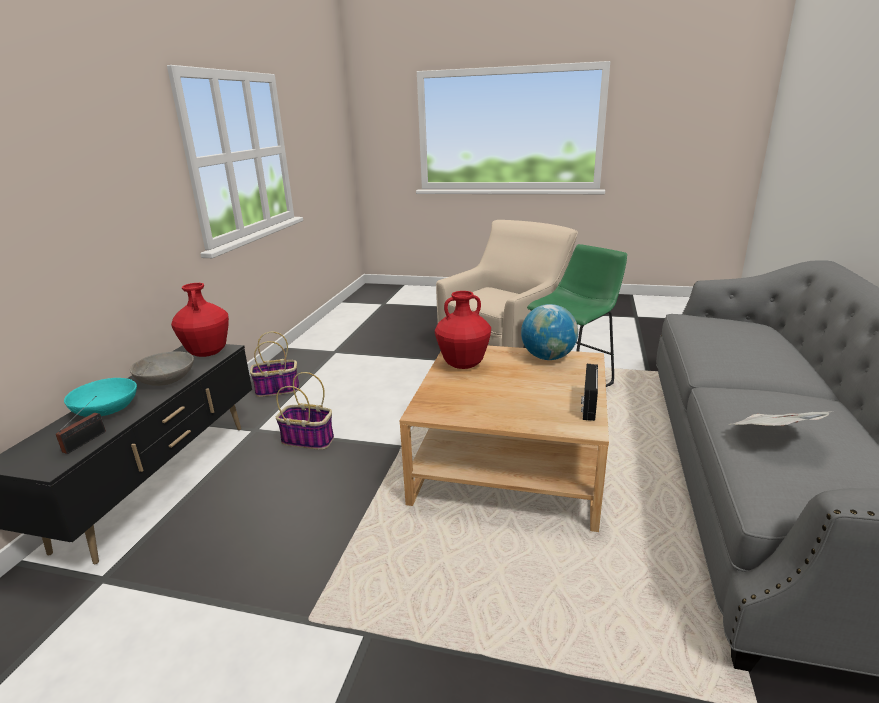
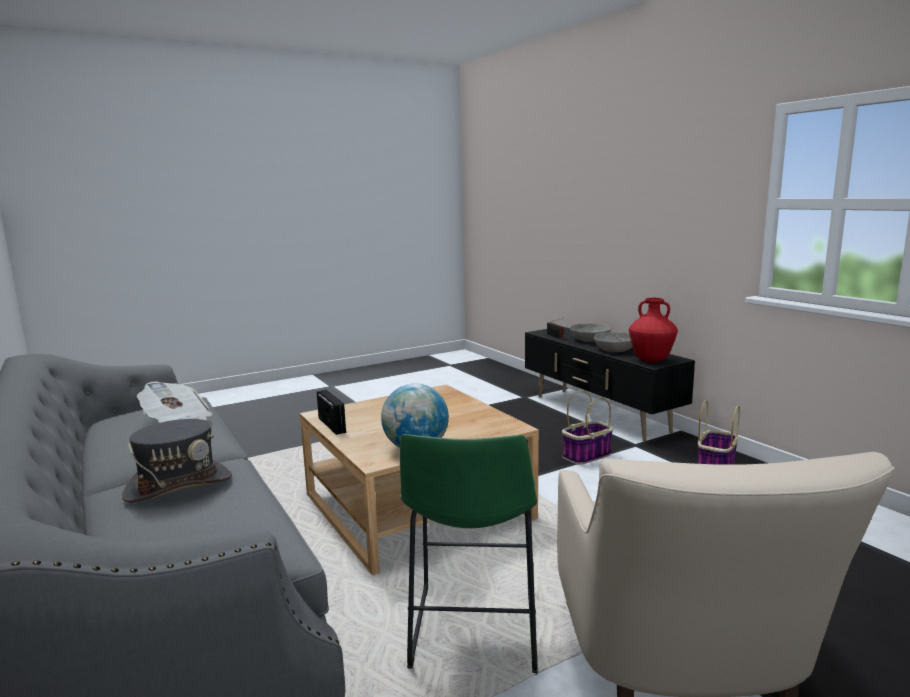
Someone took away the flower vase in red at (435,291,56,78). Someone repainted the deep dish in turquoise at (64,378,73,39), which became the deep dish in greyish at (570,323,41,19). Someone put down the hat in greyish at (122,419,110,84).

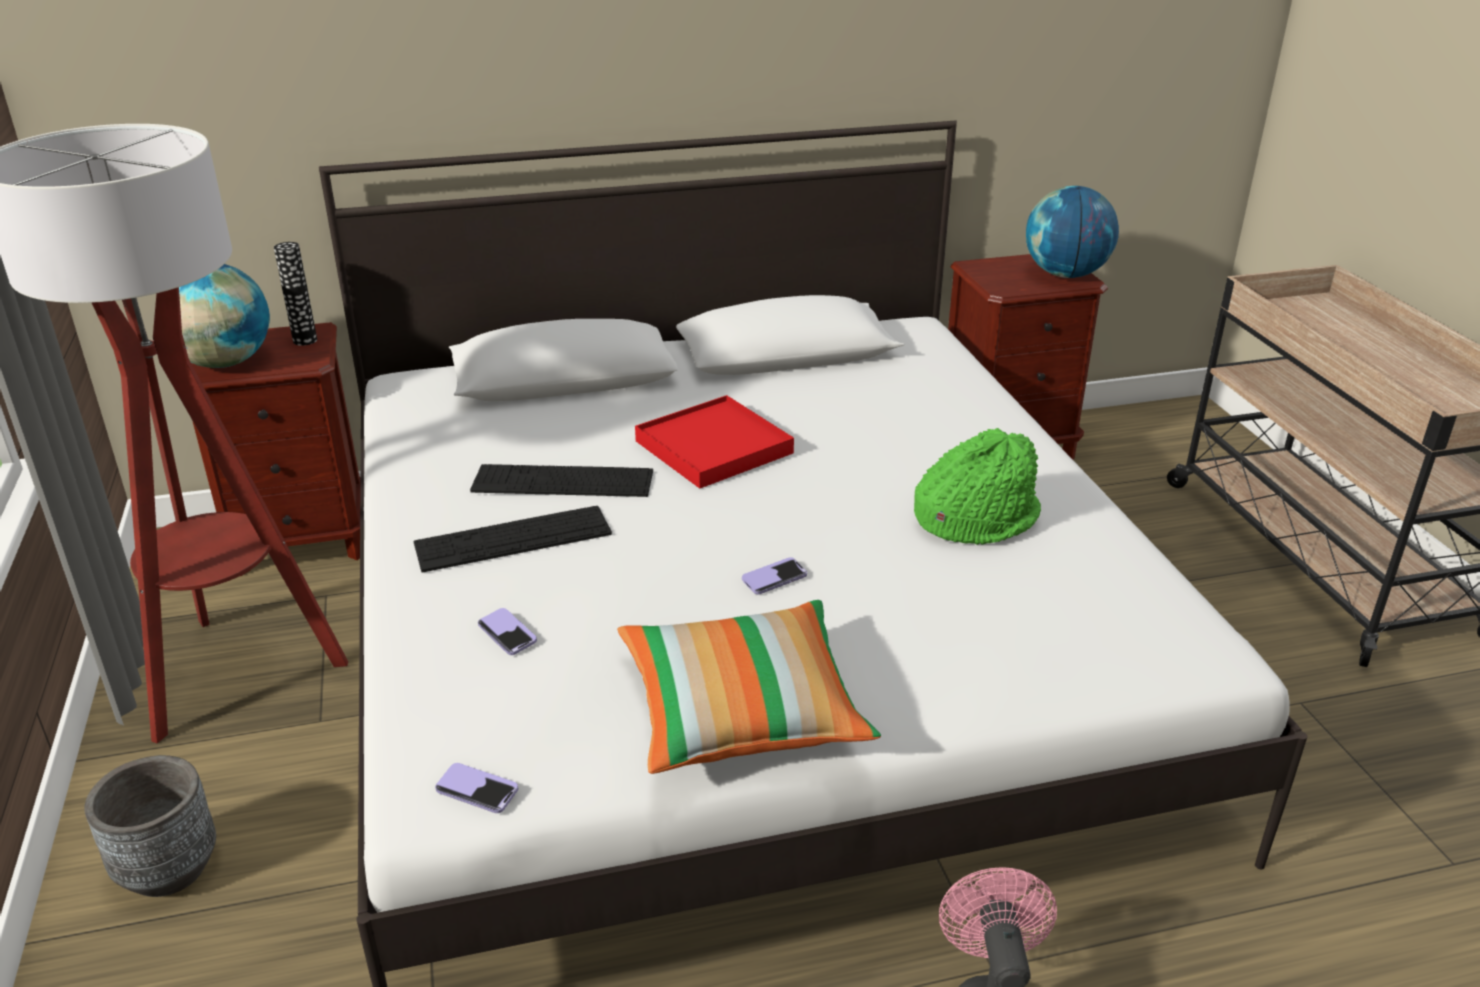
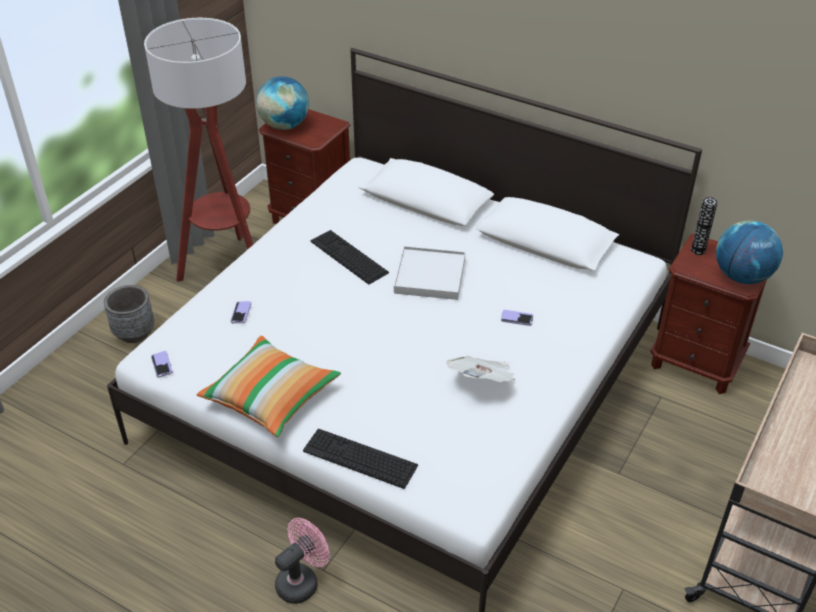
Someone carried the flower vase from (274,242,43,104) to (691,197,27,58). Someone repainted the carrying tray in red at (635,395,159,94), which became the carrying tray in whitish at (394,246,71,54). Someone swapped the hat in green-coloured at (914,428,127,117) for the printed paper at (447,356,68,26). Someone carried the keyboard from (413,506,199,67) to (303,429,115,60). Someone carried the handset from (742,557,65,37) to (501,310,33,16).

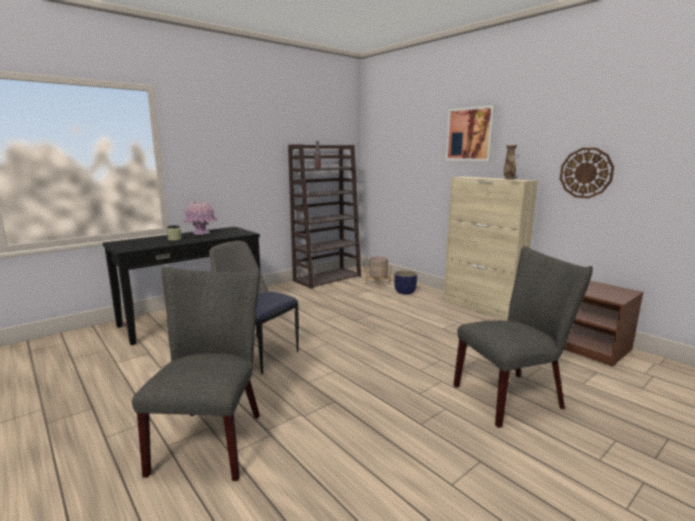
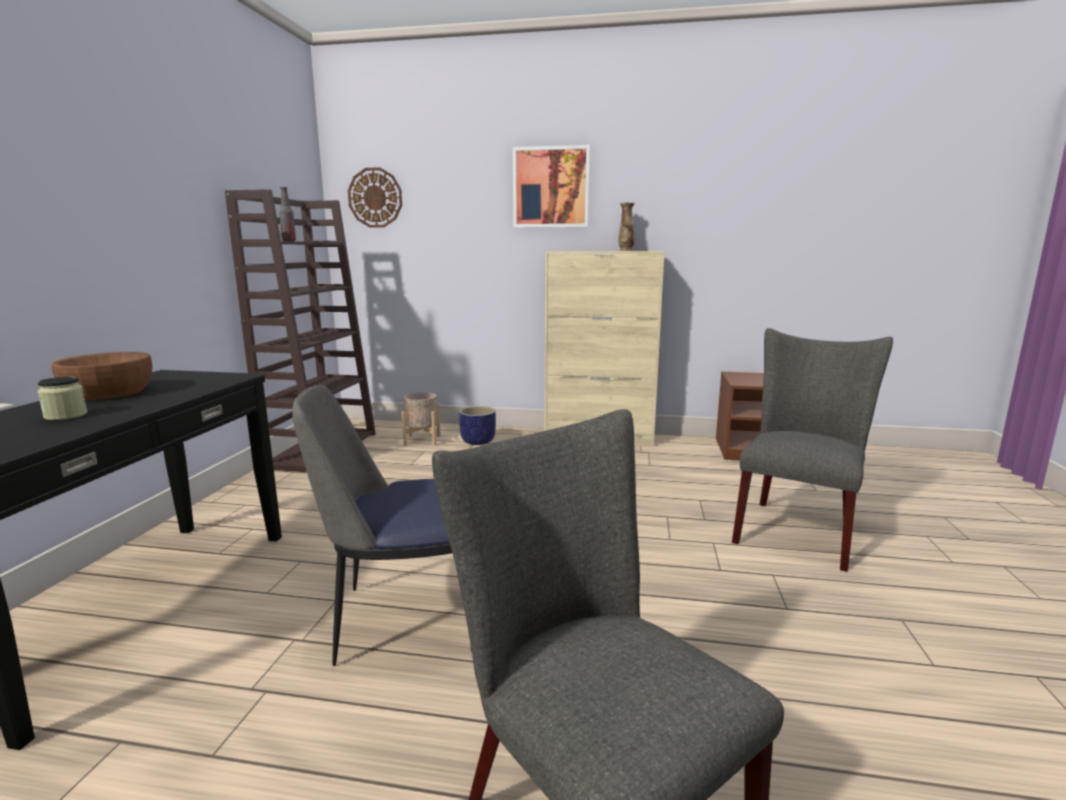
Someone carried the wall clock from (560,148,54,50) to (348,167,54,61). Someone swapped the flower vase in pink-coloured at (183,201,34,34) for the deep dish in brownish at (52,352,100,48).

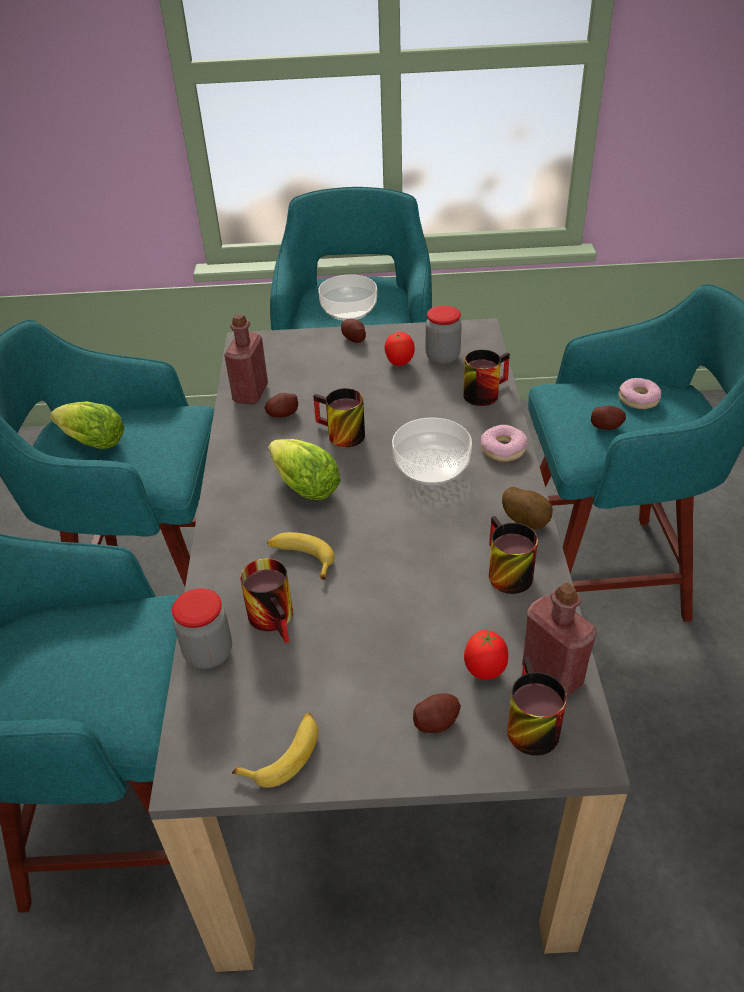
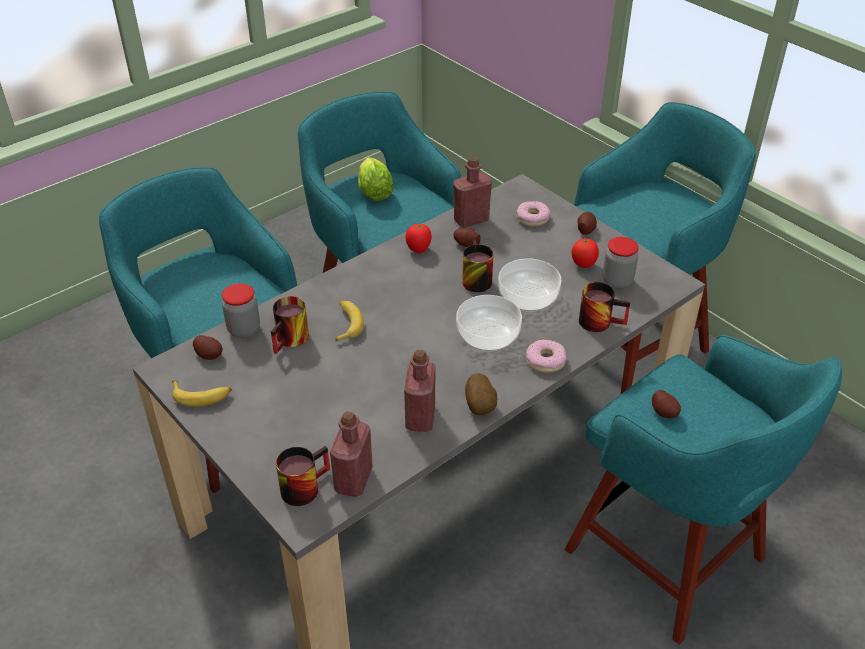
Someone carried the deep dish from (318,274,59,47) to (498,258,63,54). Someone carried the doughnut from (619,378,42,31) to (516,201,34,26). Someone took away the lettuce at (268,439,73,61). Someone swapped the tea mug at (489,516,49,78) for the drink bottle in red at (404,350,31,82). Someone carried the tomato from (464,629,44,51) to (406,223,26,30). Someone carried the potato from (413,693,48,40) to (193,335,30,25).

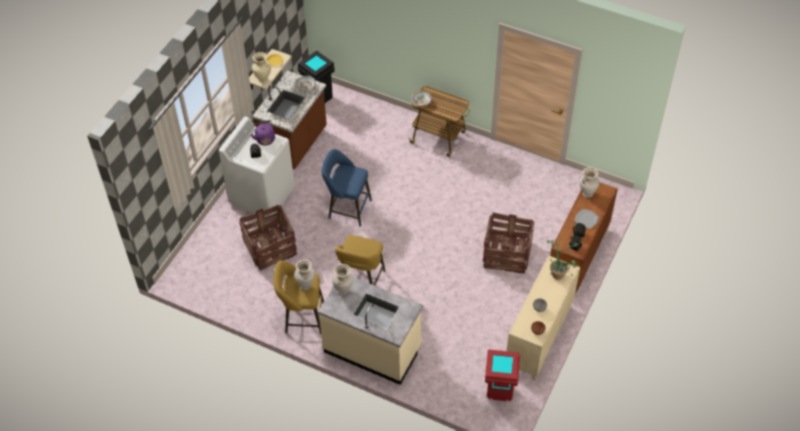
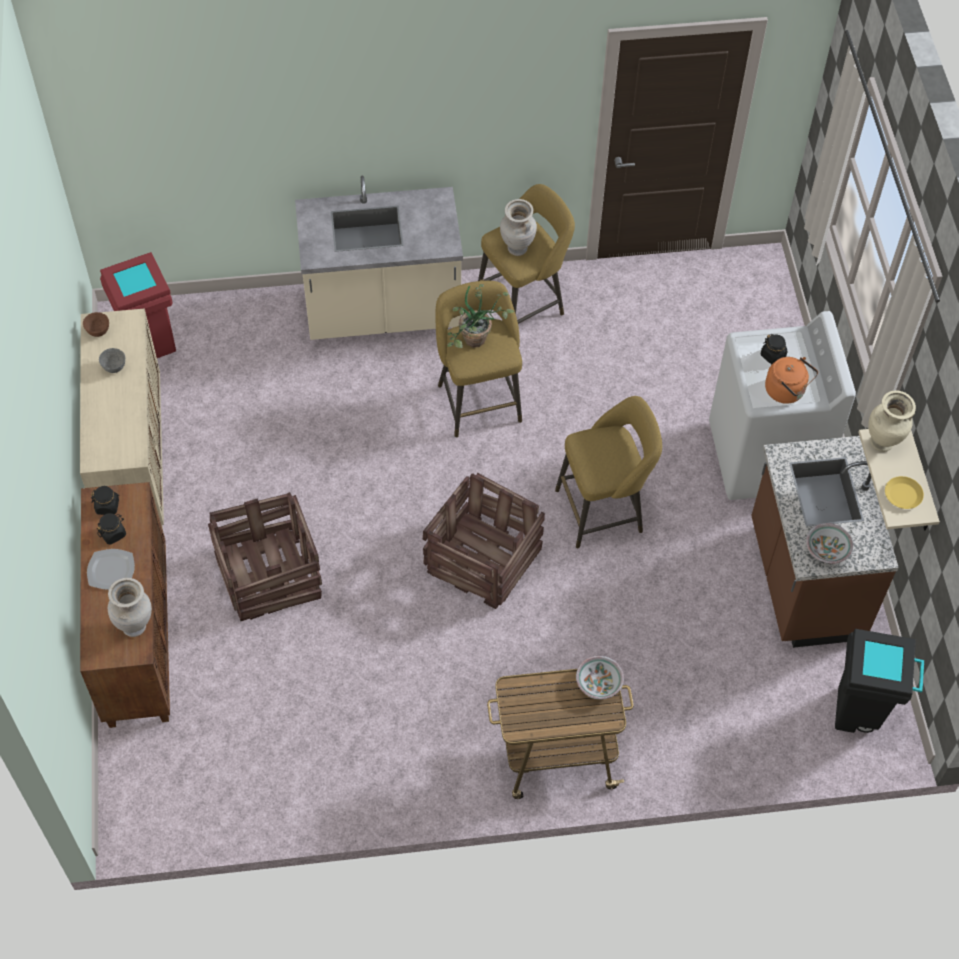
Someone repainted the water kettle in purplish at (251,120,24,26), which became the water kettle in orange at (765,357,53,47). Someone repainted the sitting stool in bluish at (321,149,51,78), which became the sitting stool in yellow at (555,396,107,153). Someone carried the crate from (239,205,58,65) to (423,473,122,136). Someone carried the potted plant from (547,238,31,42) to (447,284,67,64). Someone took away the flower vase in sand-coloured at (332,264,21,31).

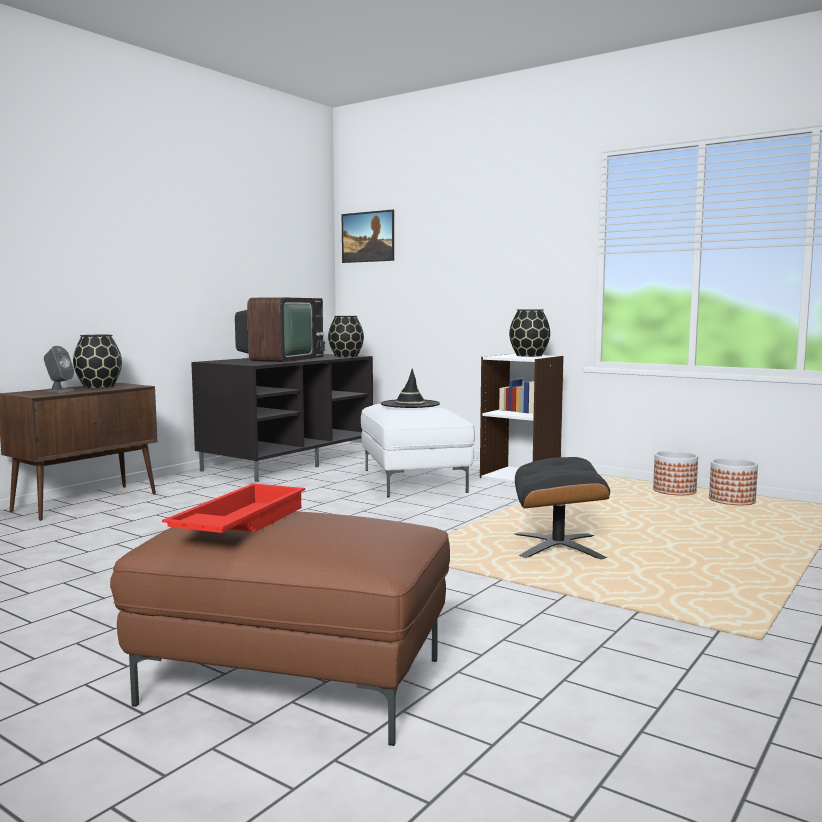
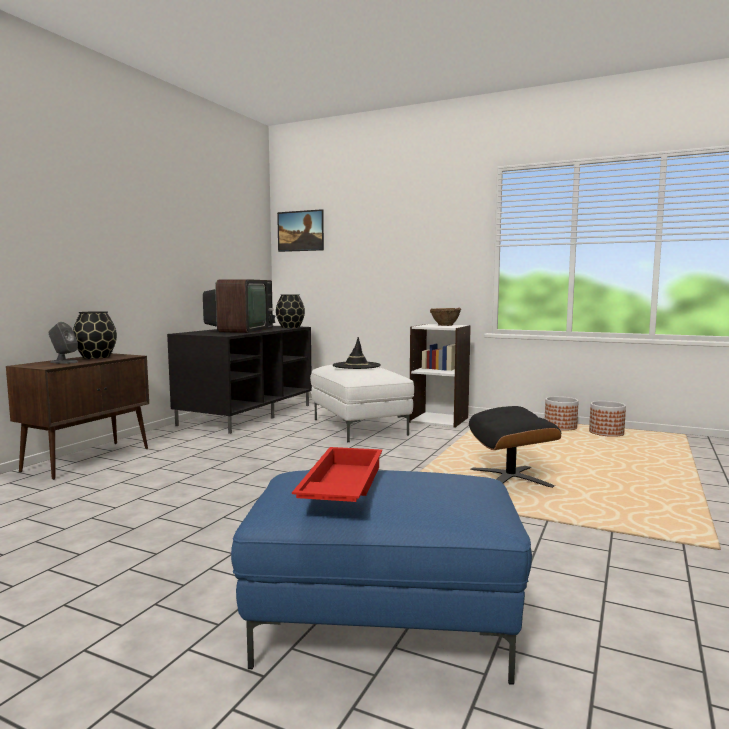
Someone swapped the flower vase in black-coloured at (509,309,41,48) for the deep dish in brownish at (430,307,31,19). Someone repainted the ottoman in brownish at (110,511,340,235), which became the ottoman in bluish at (231,470,301,215).

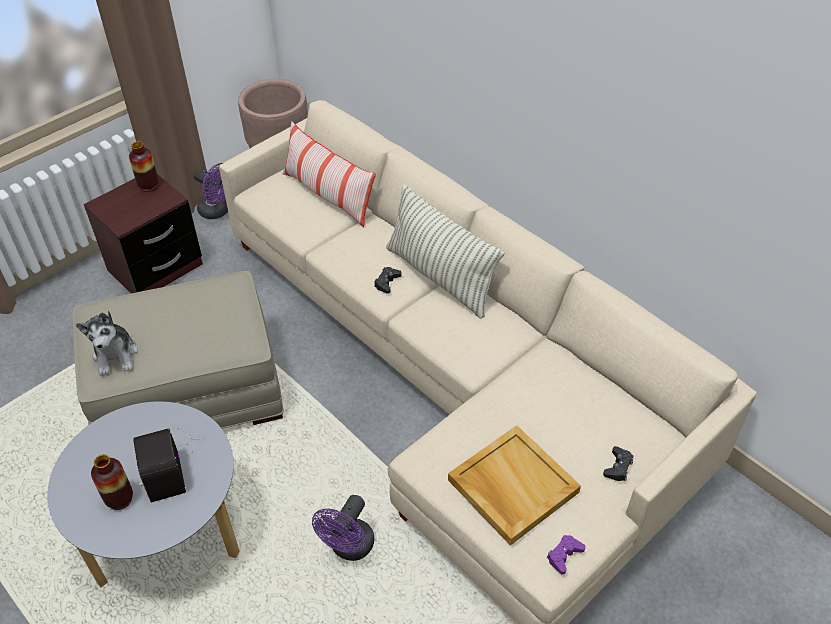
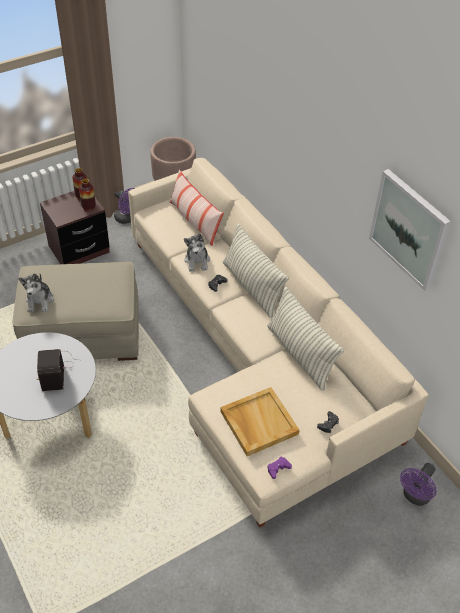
Someone carried the flower vase from (91,454,42,56) to (79,179,17,33). Someone carried the cooling fan in purplish from (312,495,62,66) to (400,463,37,43). Someone put up the wall picture at (369,169,82,122). Someone put down the cuddly toy at (184,234,26,37). Someone put down the throw pillow at (267,286,77,105).

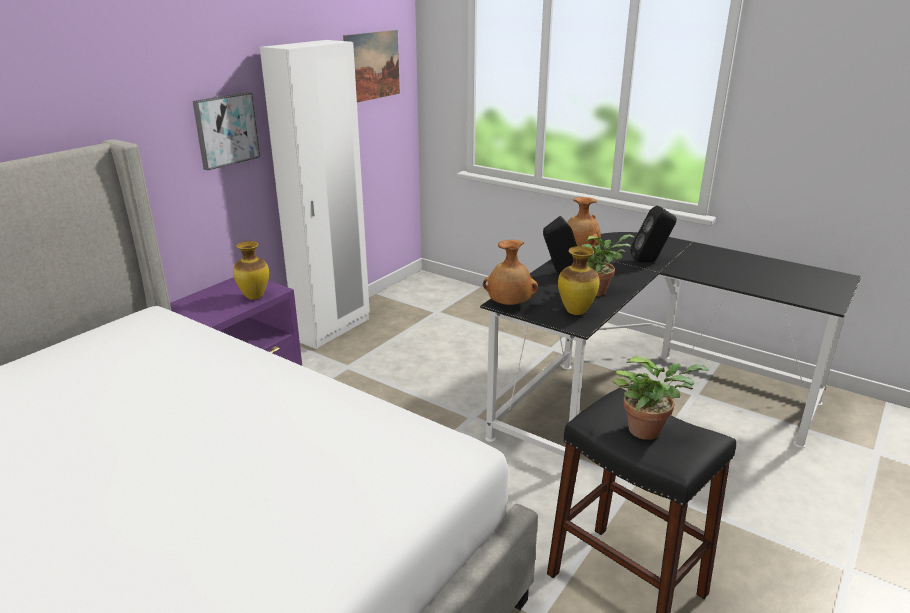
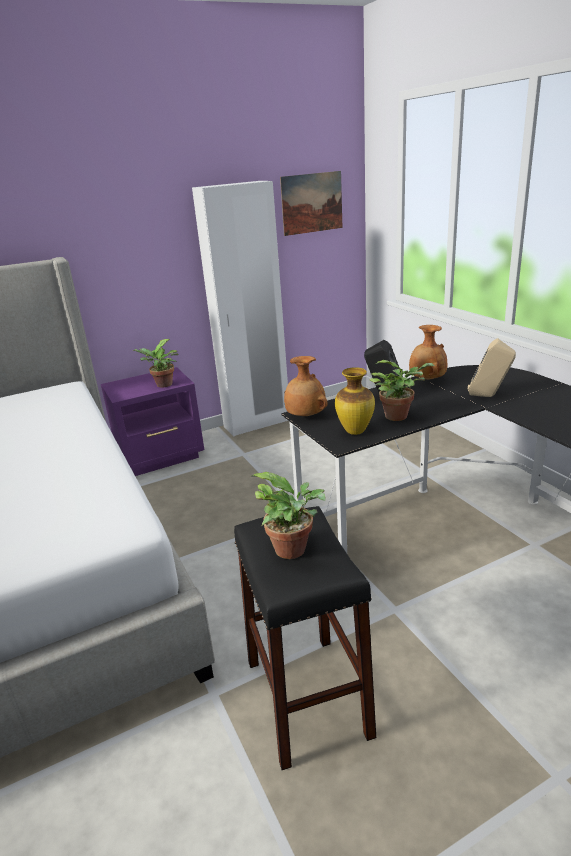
Someone took away the wall picture at (193,92,67,78). Someone repainted the audio speaker in black-coloured at (630,205,47,57), which became the audio speaker in sand-coloured at (468,338,48,59). Someone swapped the flower vase at (233,241,36,59) for the potted plant at (132,339,46,49).

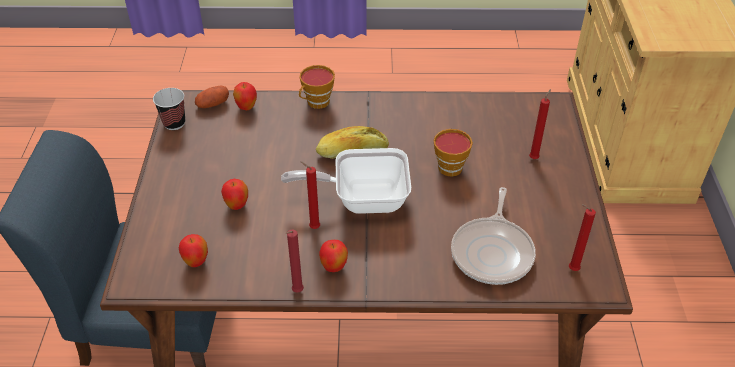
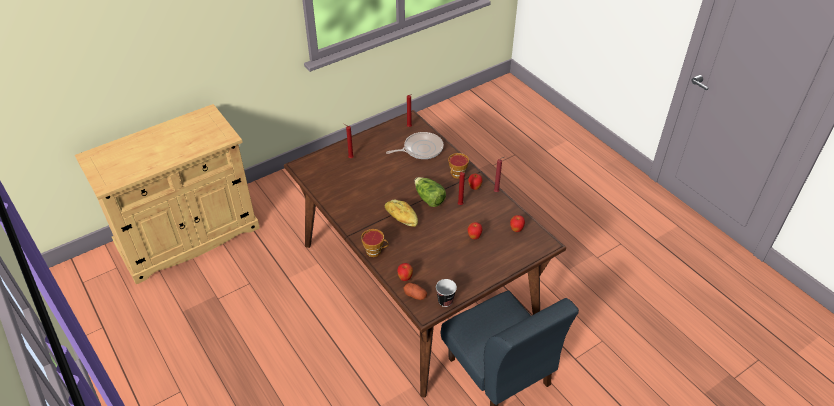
Someone carried the drinking cup from (434,129,39,47) to (448,153,21,26). Someone swapped the frying pan at (281,148,130,66) for the lettuce at (415,177,31,30).

